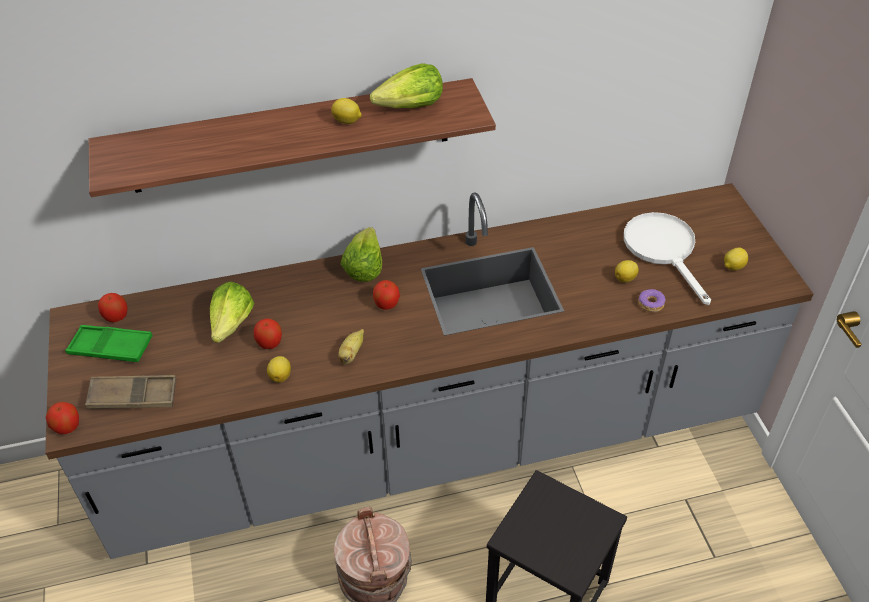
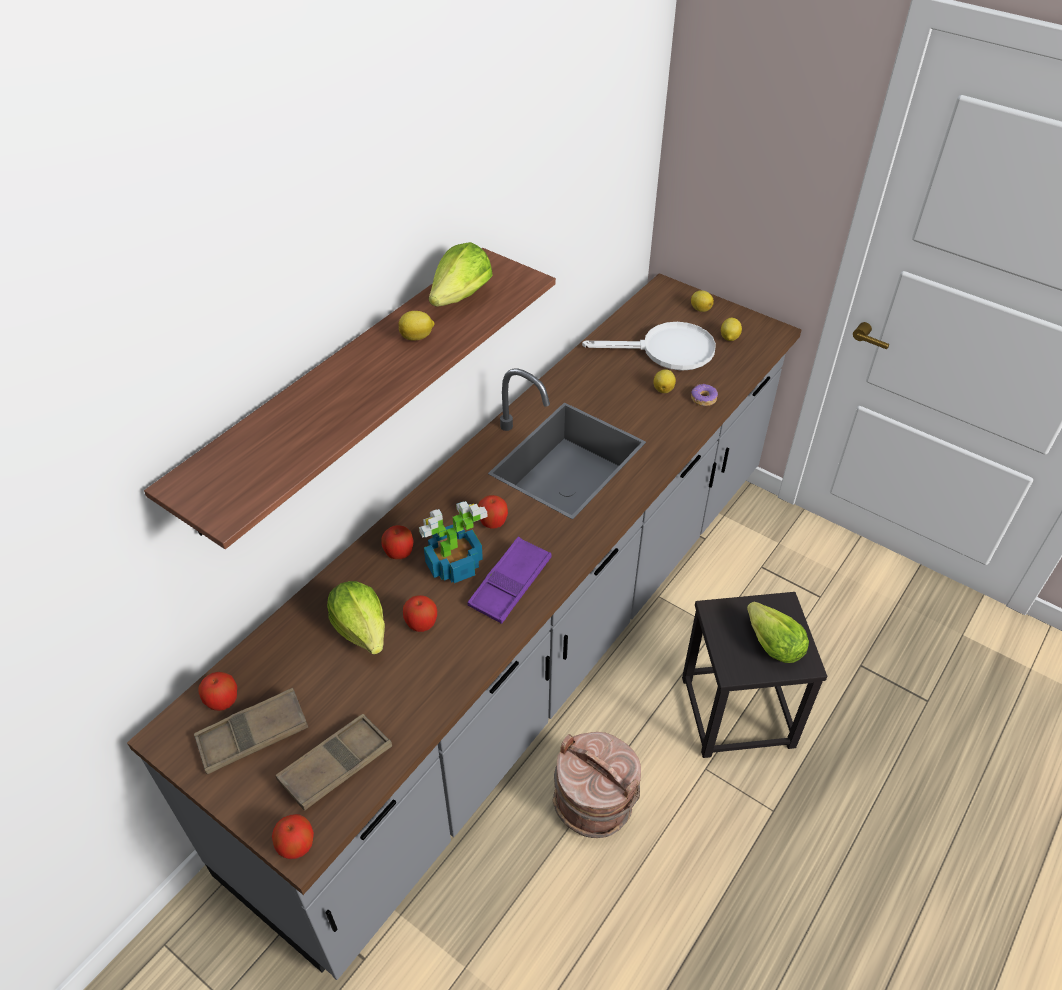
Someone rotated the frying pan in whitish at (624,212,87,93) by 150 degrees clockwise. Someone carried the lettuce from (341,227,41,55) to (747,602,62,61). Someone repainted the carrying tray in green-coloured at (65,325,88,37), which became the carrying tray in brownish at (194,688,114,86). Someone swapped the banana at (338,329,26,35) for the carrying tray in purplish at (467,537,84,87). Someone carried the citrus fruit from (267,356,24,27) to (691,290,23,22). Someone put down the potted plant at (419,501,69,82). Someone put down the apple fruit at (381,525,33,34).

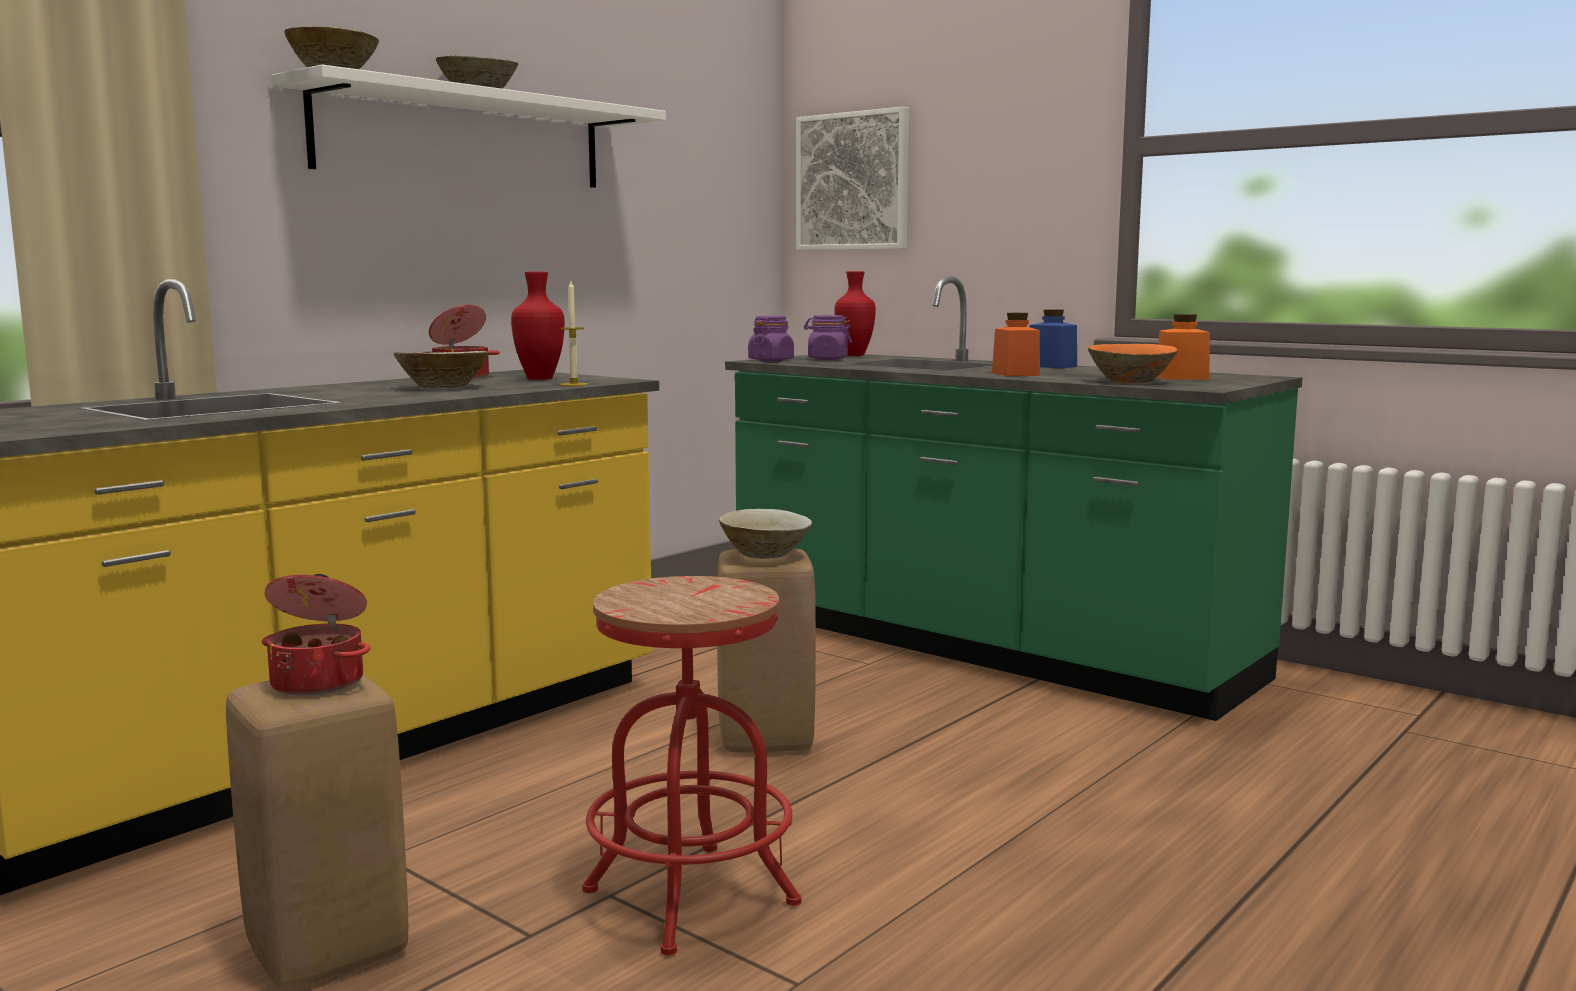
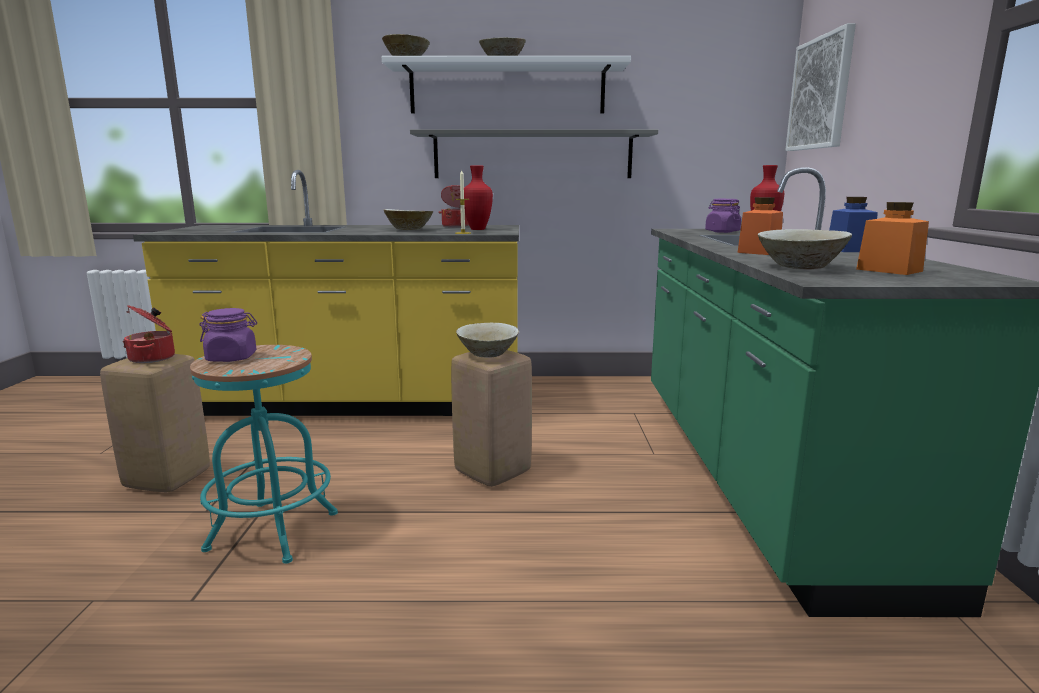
Someone carried the preserve jar in purplish from (748,316,46,46) to (199,308,58,54). Someone repainted the deep dish in orange at (1088,344,90,39), which became the deep dish in sand-coloured at (758,229,94,41). Someone repainted the sitting stool in red at (582,576,220,380), which became the sitting stool in turquoise at (190,345,148,219). Someone put up the bracket shelf in greyish at (410,129,248,49).

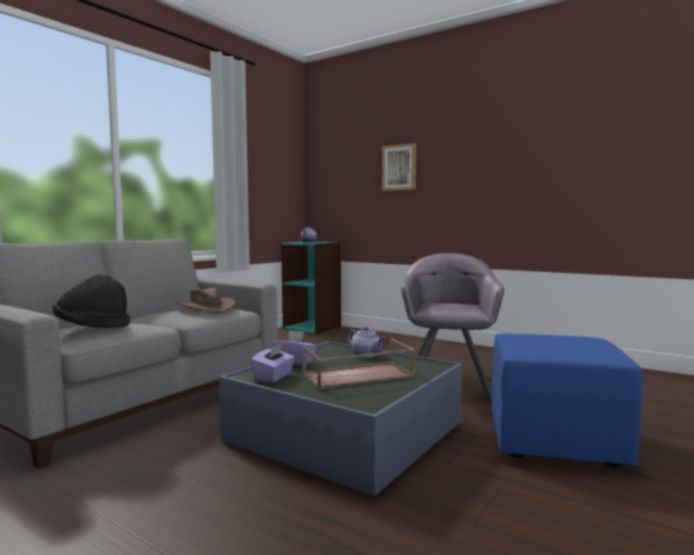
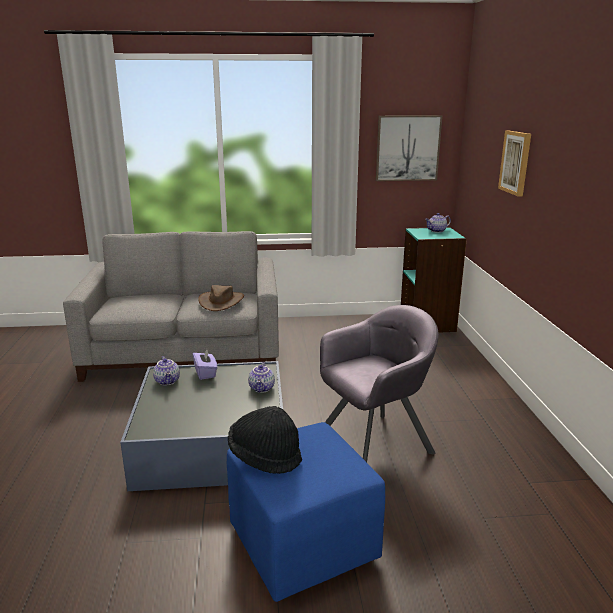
Someone carried the hat in black-coloured from (53,274,77,54) to (228,406,74,68). Someone took away the carrying tray in brownish at (303,338,113,52). Someone swapped the tissue box in purplish at (251,343,44,40) for the tea pot at (153,356,27,29). Someone put up the wall picture at (376,115,66,66).

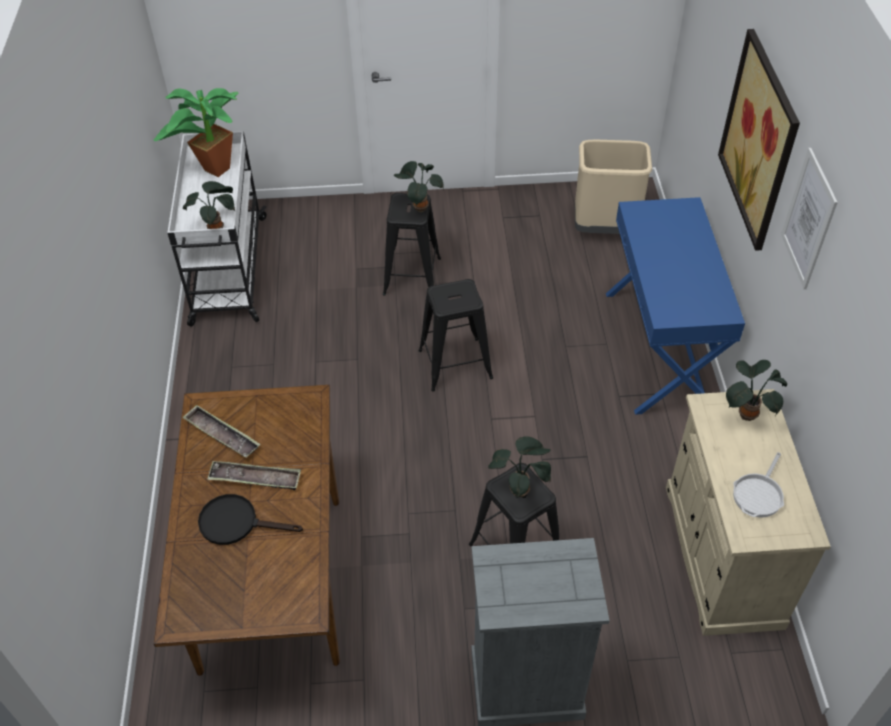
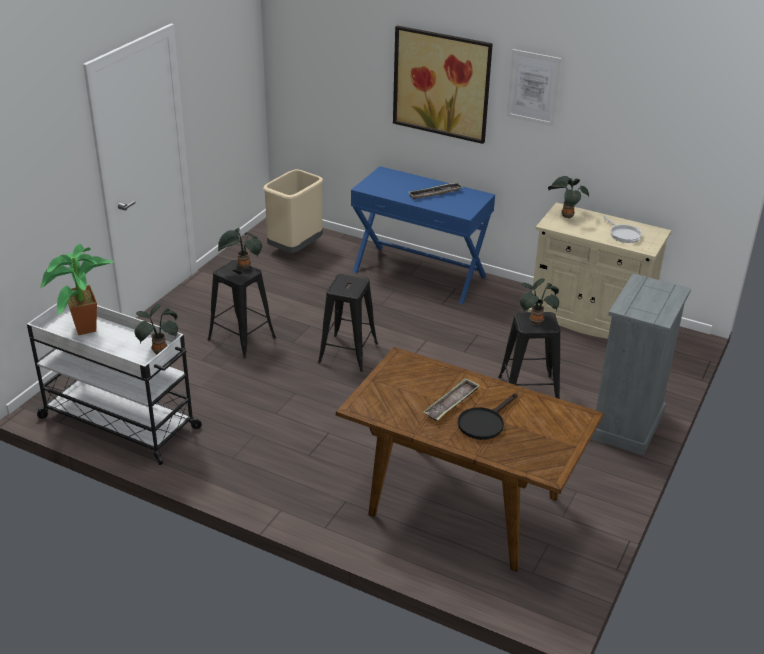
Someone carried the carrying tray from (182,405,79,53) to (409,183,54,17).

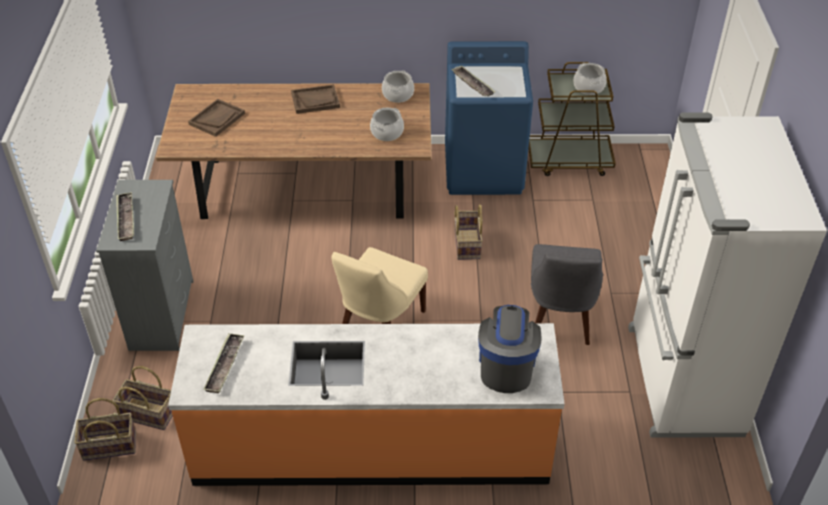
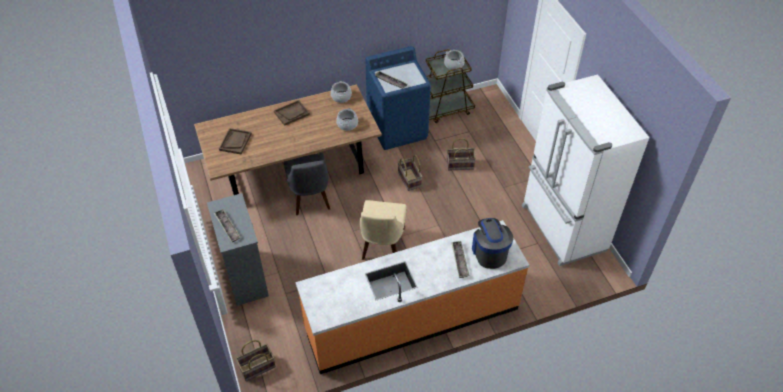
Someone carried the chair in greyish from (531,244,72,101) to (284,153,46,62). Someone carried the carrying tray from (203,333,42,60) to (451,241,18,37). Someone carried the household basket from (112,366,61,64) to (447,138,29,33).

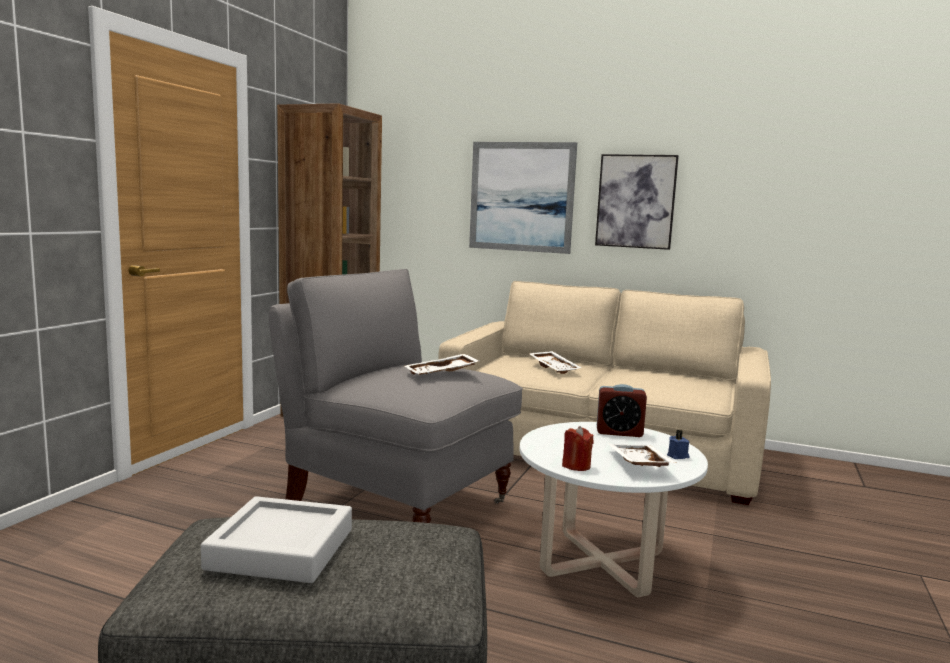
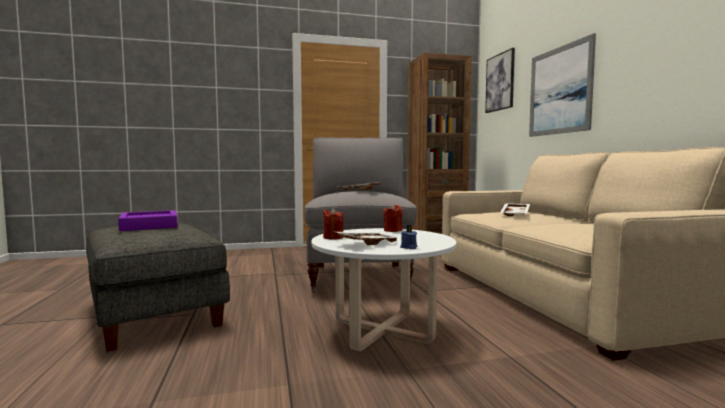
Someone carried the wall picture from (595,154,84,96) to (485,48,30,65). Someone took away the alarm clock at (597,384,50,53). Someone repainted the carrying tray in greyish at (201,496,151,87), which became the carrying tray in purplish at (118,210,60,21). Someone put down the candle in red at (383,204,19,28).

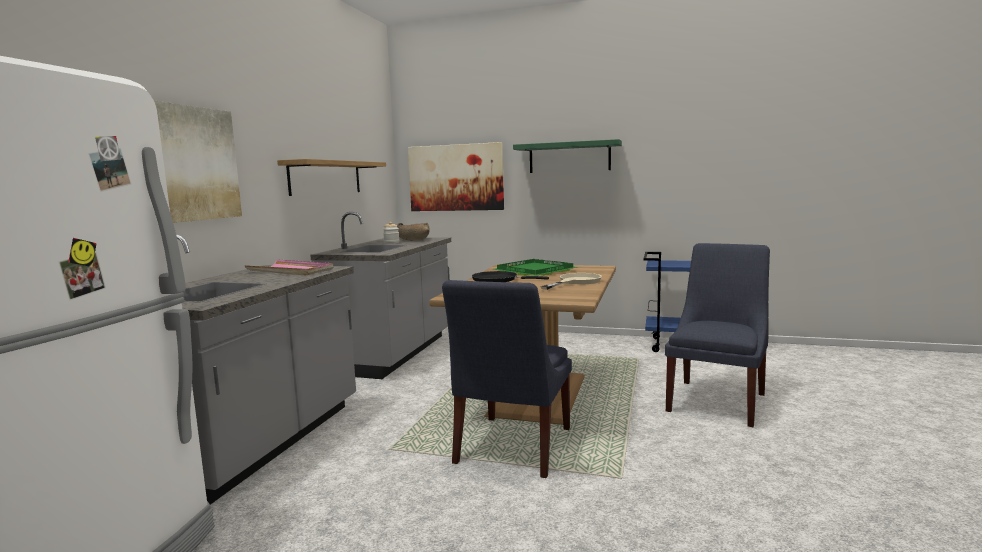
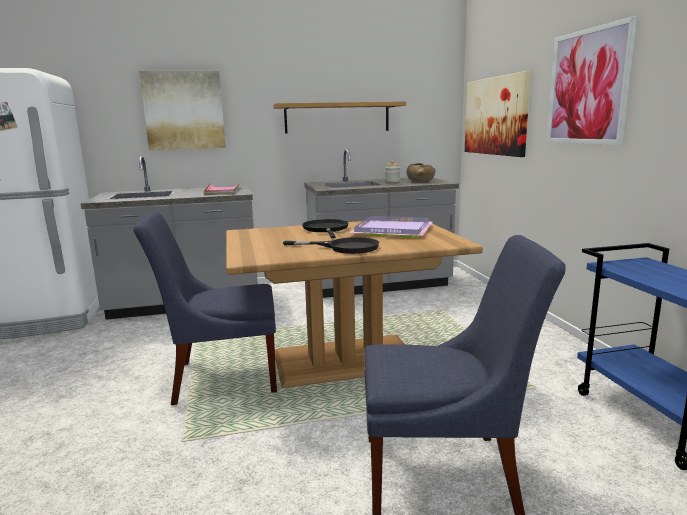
Someone swapped the bracket shelf in green-coloured at (513,139,109,34) for the wall picture at (547,16,90,129). Someone repainted the carrying tray in green-coloured at (494,259,83,17), which became the carrying tray in purplish at (349,216,84,22). Someone repainted the frying pan in sand-coloured at (540,273,62,17), which became the frying pan in black-coloured at (283,237,96,17).

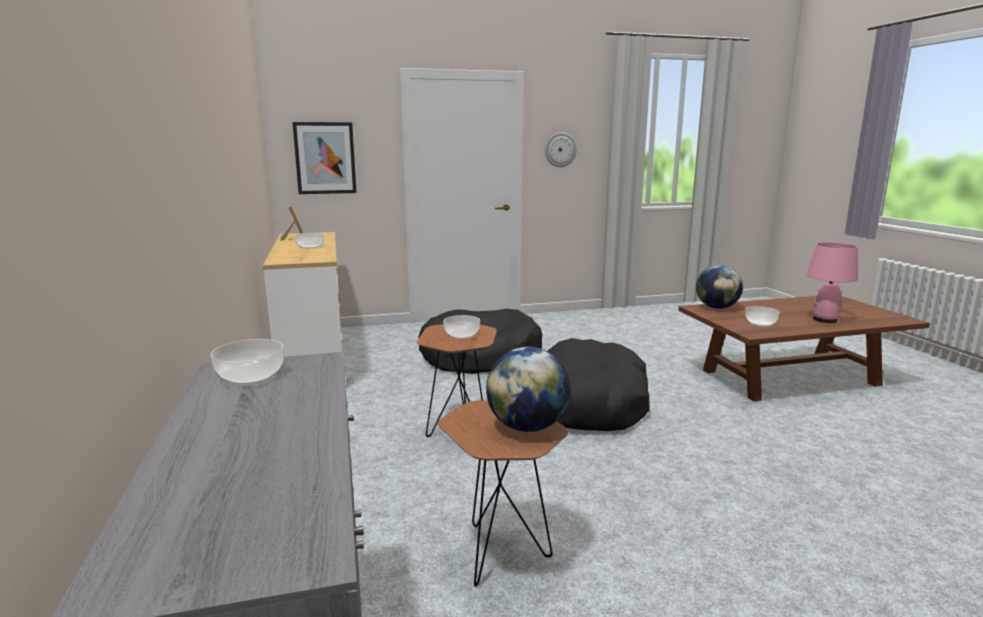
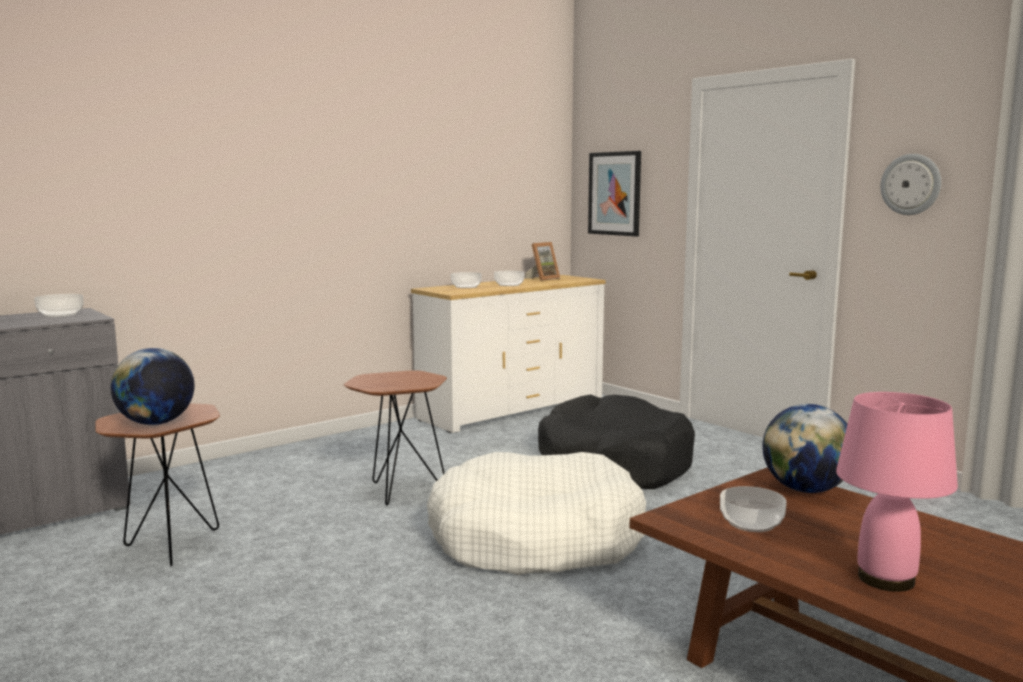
Someone carried the deep dish from (443,315,37,24) to (451,272,31,16). Someone repainted the dog cushion in black-coloured at (548,338,101,93), which became the dog cushion in whitish at (427,452,219,123).

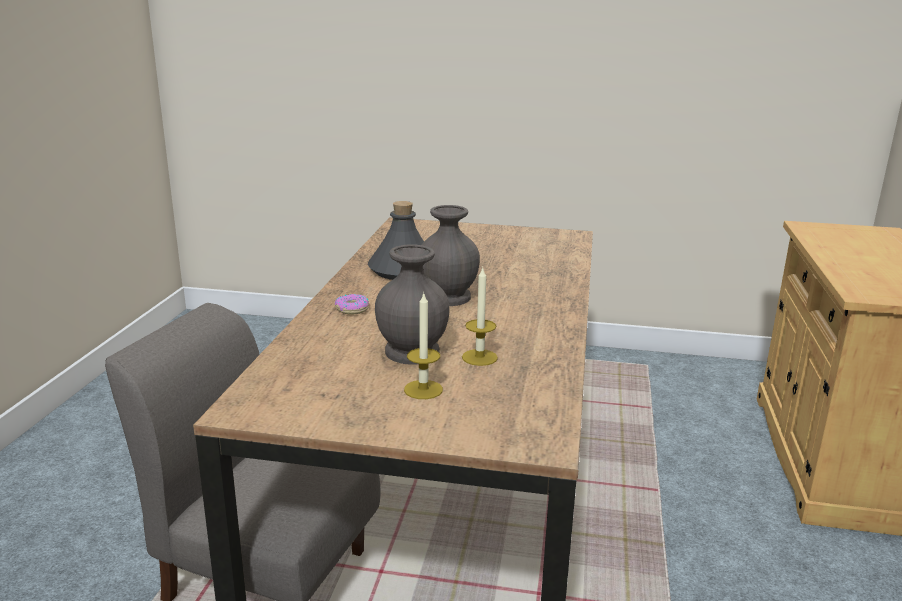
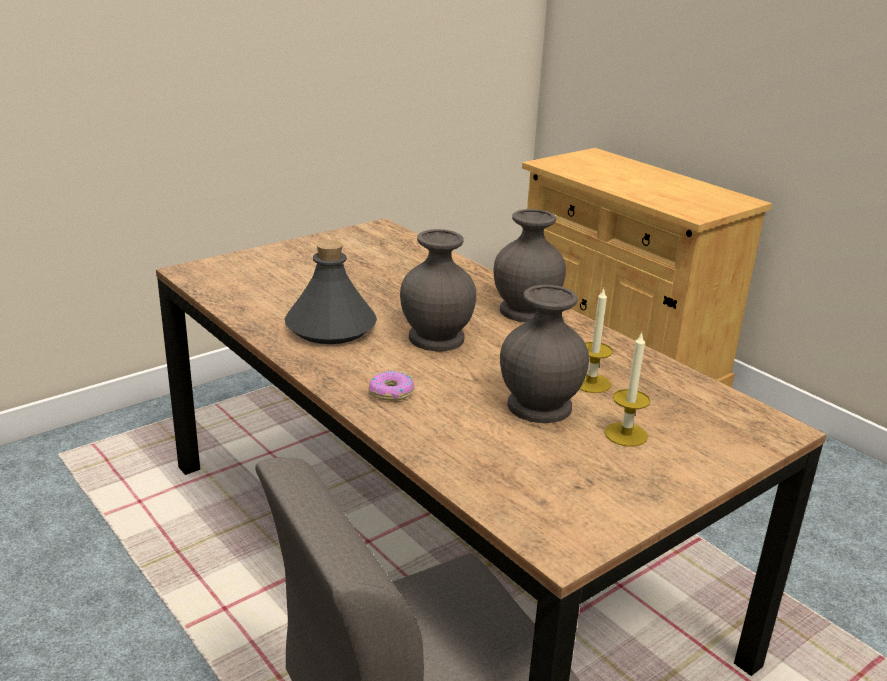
Someone put down the flower vase in greyish at (493,209,73,113).

